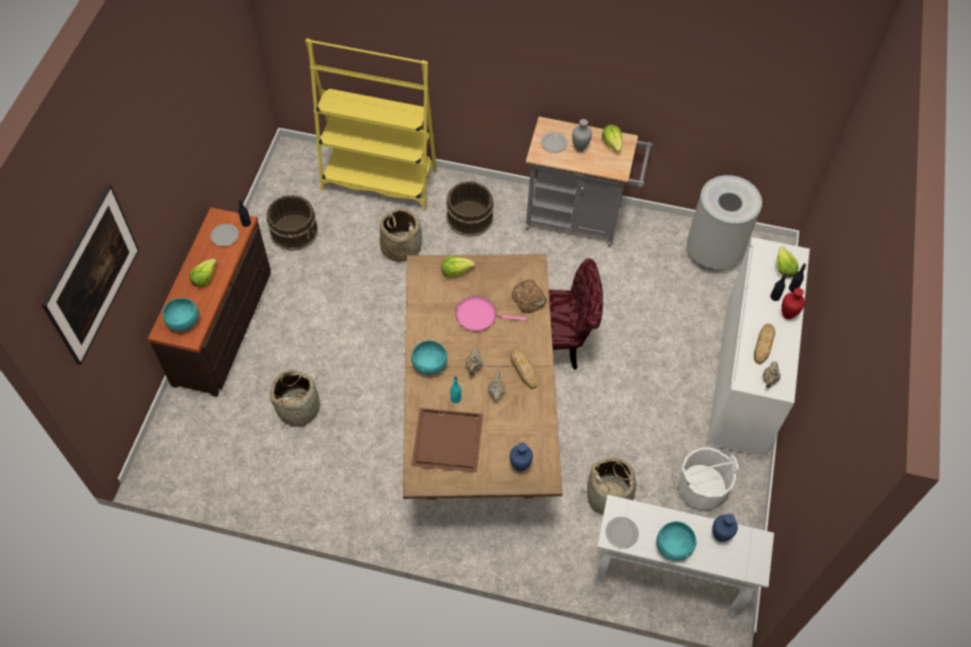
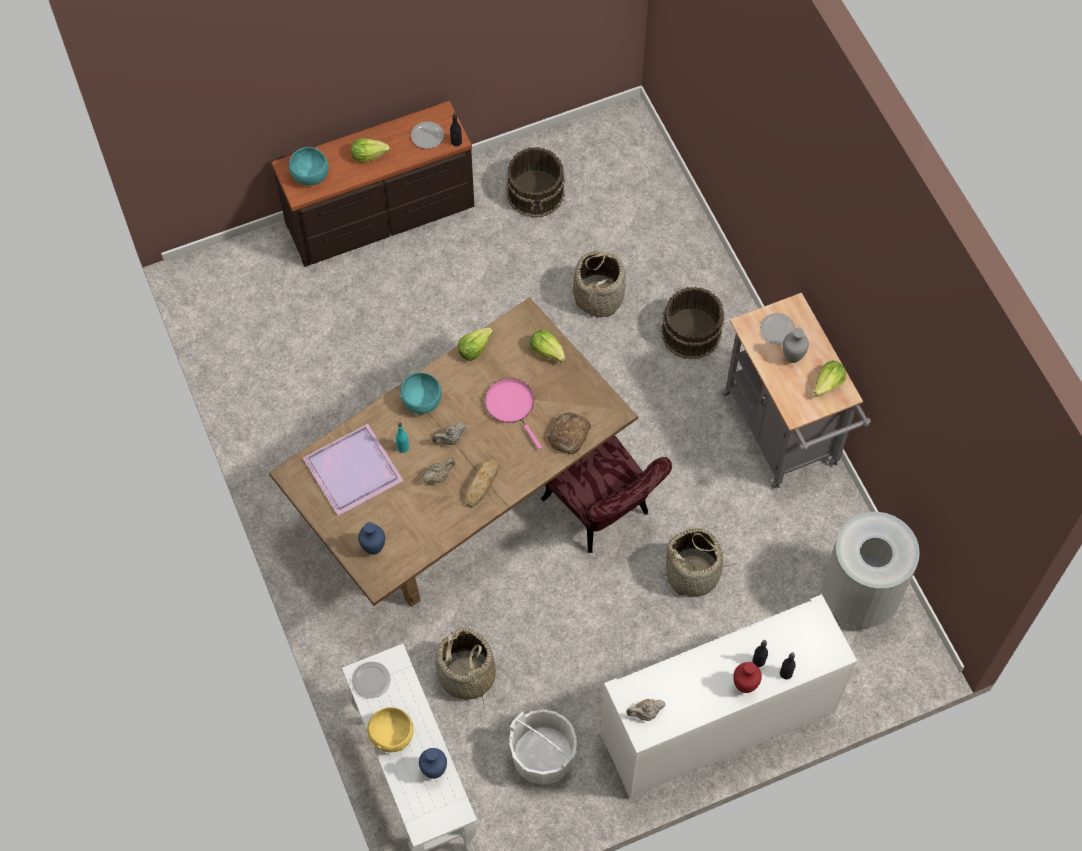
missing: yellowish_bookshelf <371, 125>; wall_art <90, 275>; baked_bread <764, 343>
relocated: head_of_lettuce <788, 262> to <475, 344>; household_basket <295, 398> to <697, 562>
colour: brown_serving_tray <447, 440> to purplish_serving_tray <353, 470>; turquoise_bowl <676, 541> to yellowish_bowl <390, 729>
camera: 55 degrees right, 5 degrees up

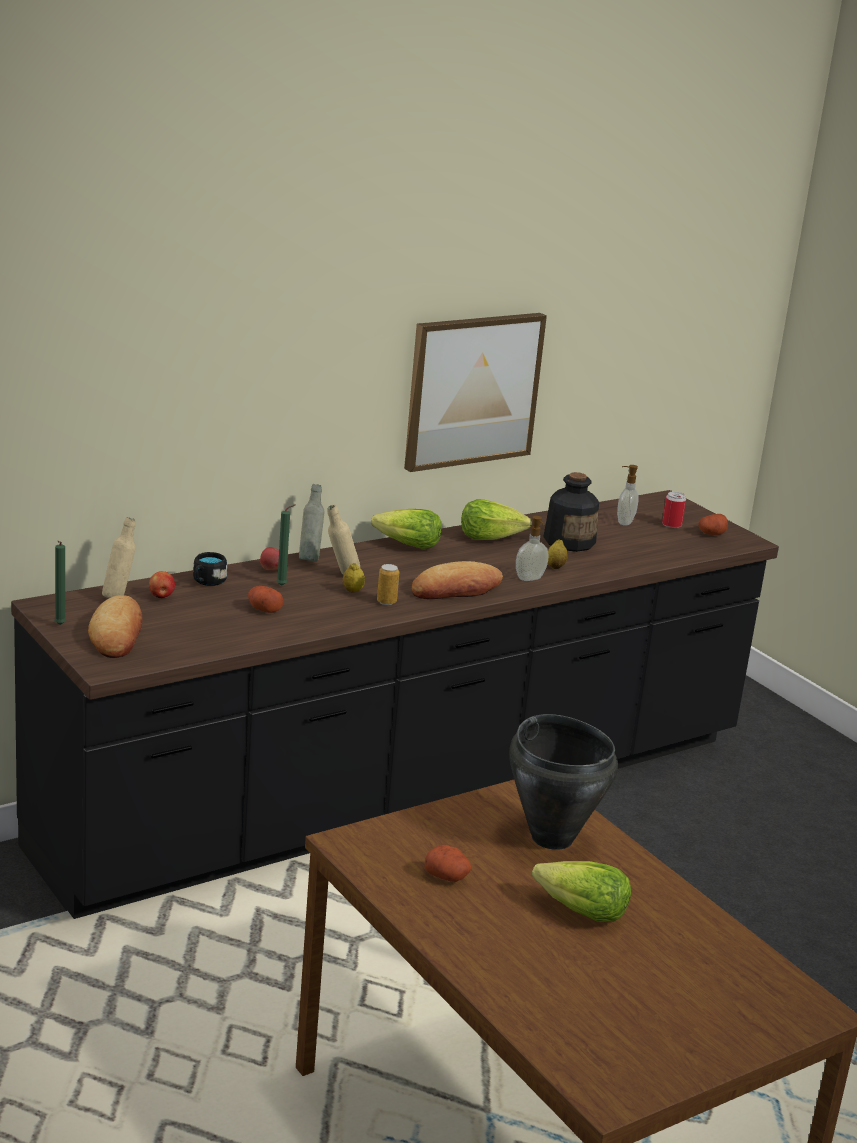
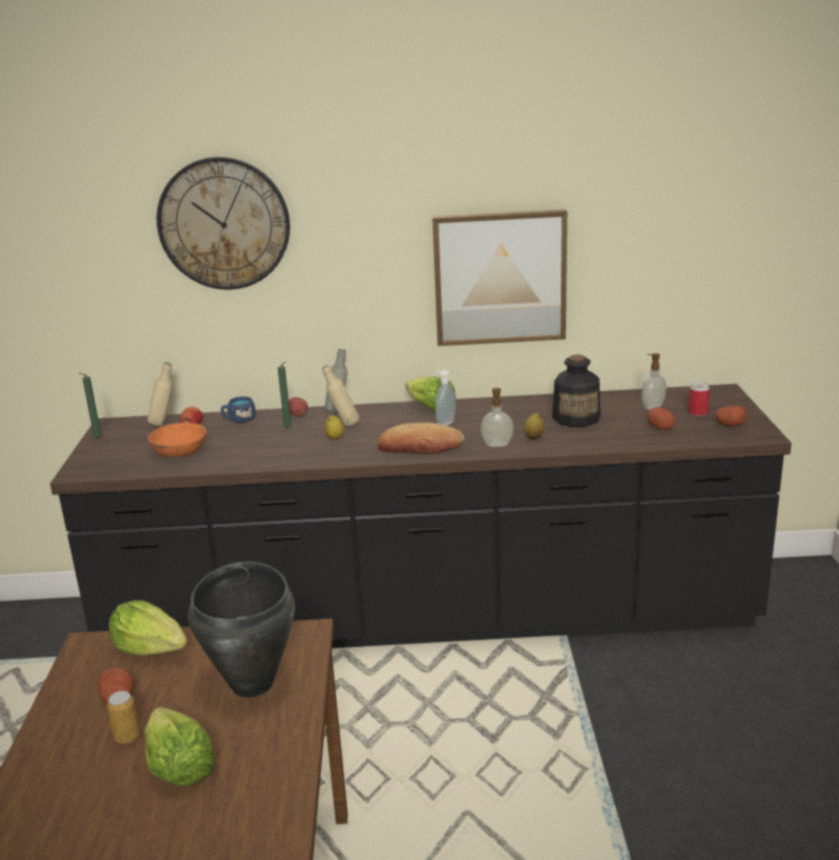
missing: baked_bread <115, 626>
appeared: clock_on_the_wall <223, 223>; soap_dispenser <445, 398>; orange-coloured_bowl <177, 440>
relocated: head_of_lettuce <496, 519> to <148, 627>; can <388, 584> to <123, 717>; spud <265, 599> to <661, 418>
colour: black_mug <210, 569> to blue-coloured_mug <238, 409>
camera: 35 degrees right, 0 degrees up

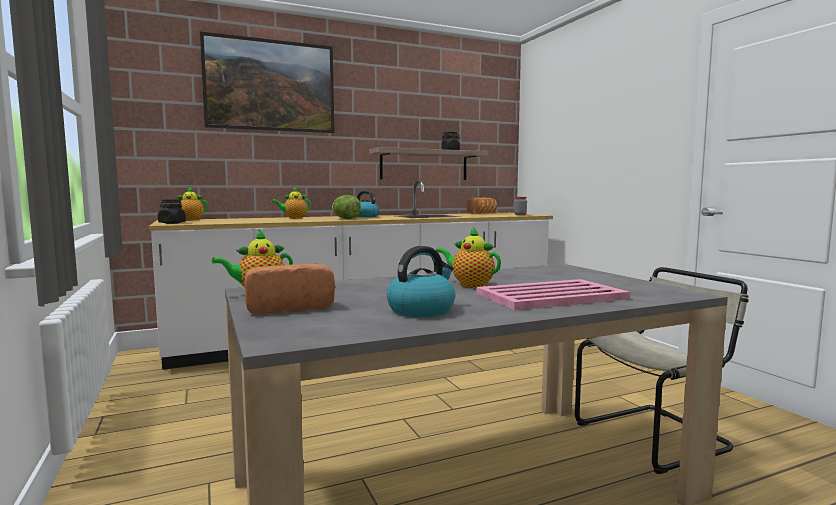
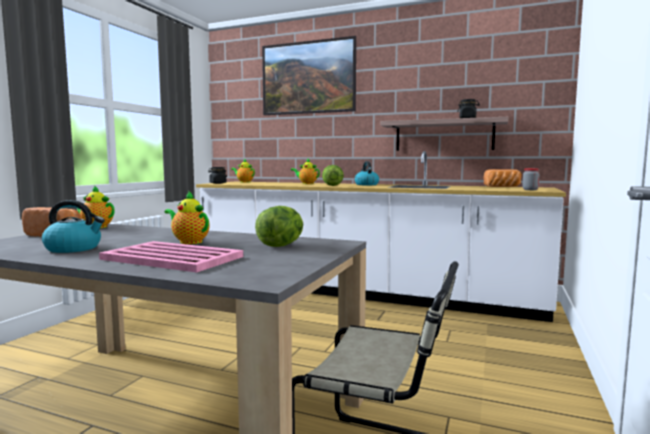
appeared: head_of_lettuce <279, 226>
spun: tea_pot <468, 257> = <187, 217> 45 degrees counterclockwise
camera: 45 degrees right, 0 degrees up

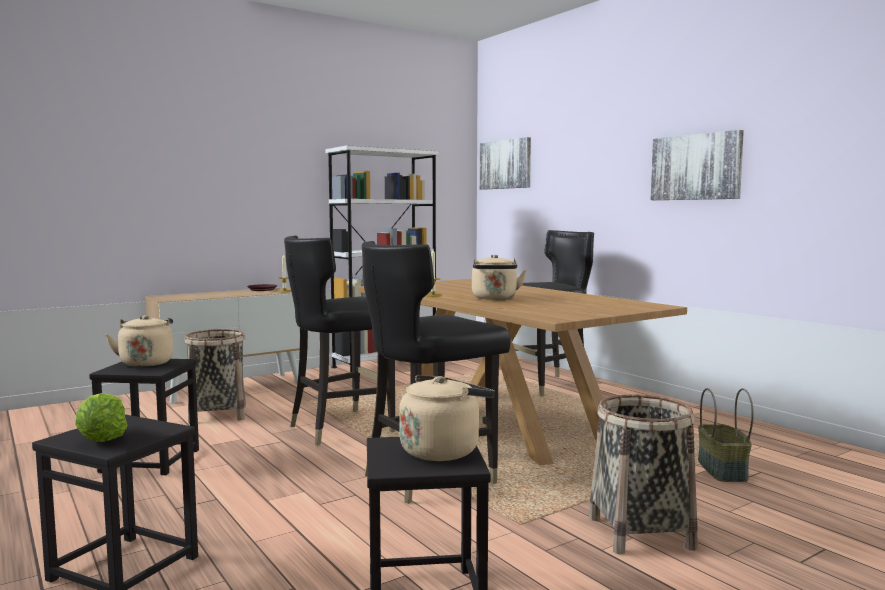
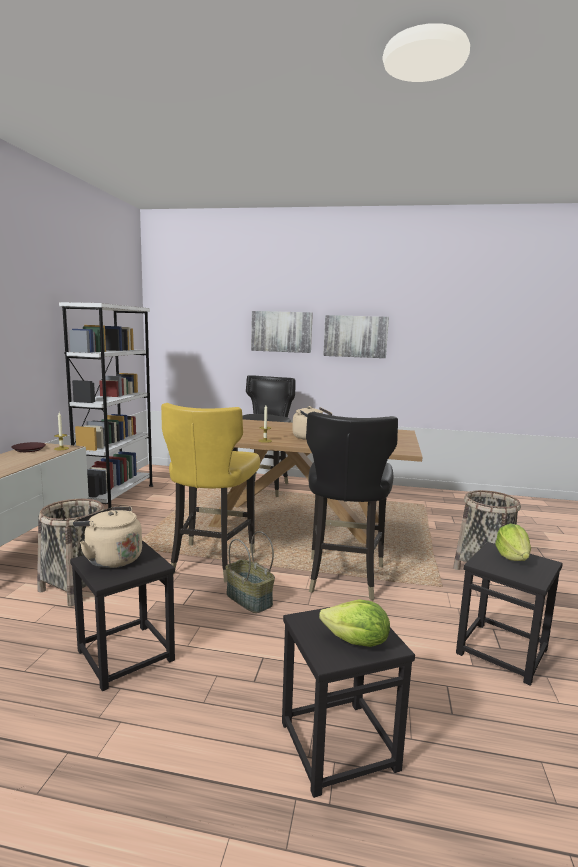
relocated: wall_art <505, 163> to <282, 332>; household_basket <726, 435> to <250, 572>
exchanged: sand-coloured_tea_kettle <447, 418> to head_of_lettuce <513, 542>
colour: black_upright_chair <339, 340> to yellowish_upright_chair <210, 492>
camera: 45 degrees left, 5 degrees up

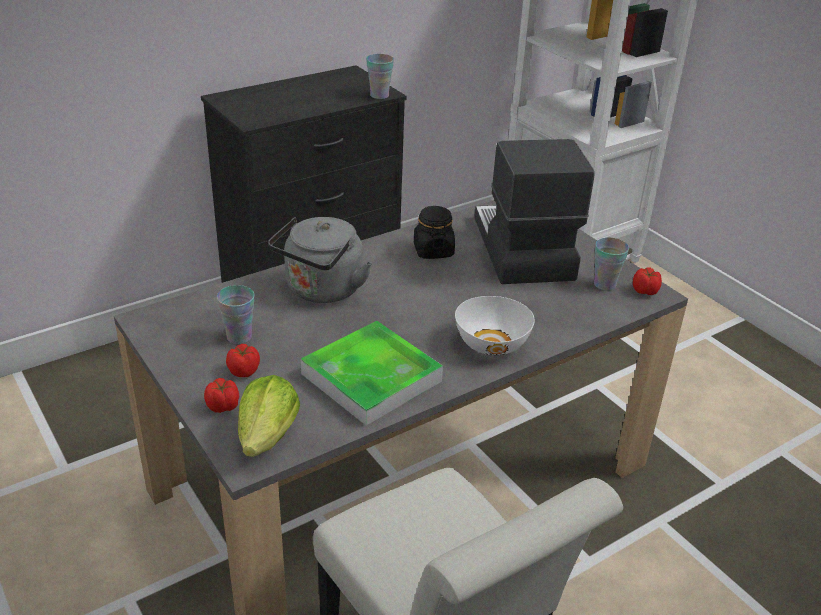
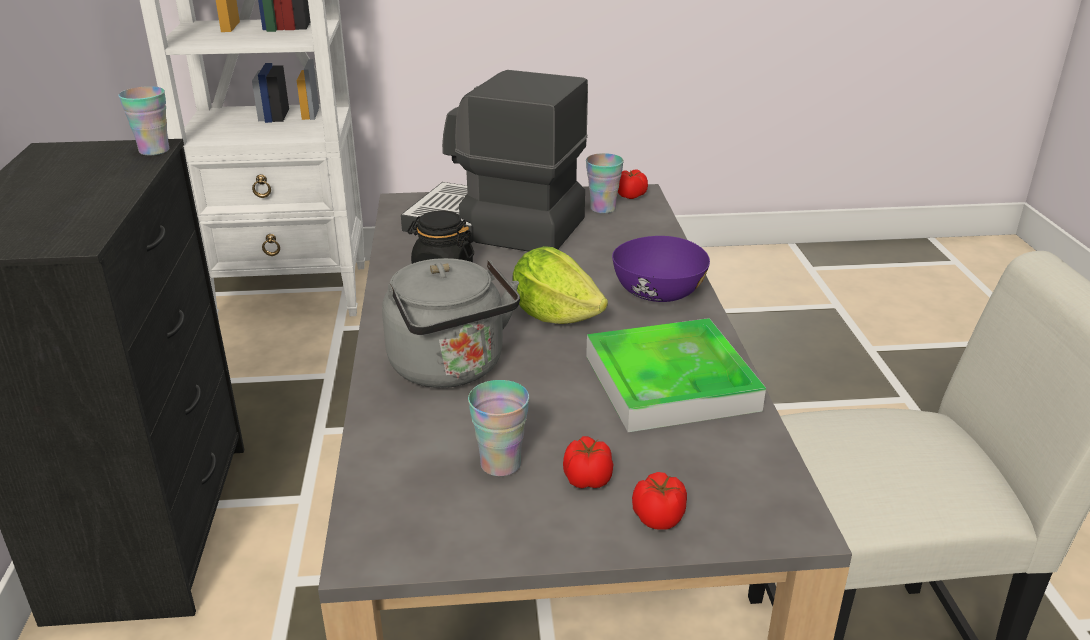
relocated: head_of_lettuce <269, 416> to <560, 285>
colour: white-coloured_bowl <495, 325> to purplish_bowl <661, 269>
camera: 60 degrees left, 5 degrees down

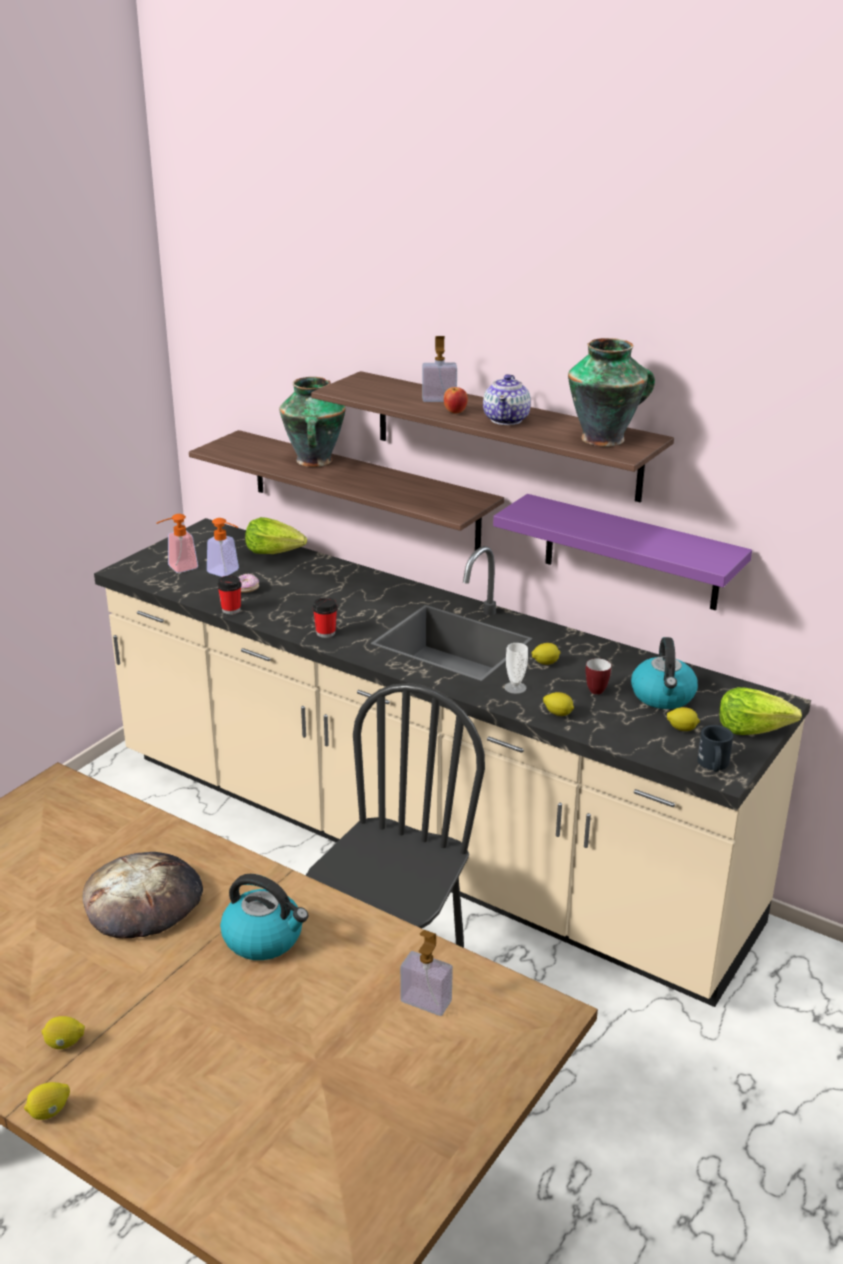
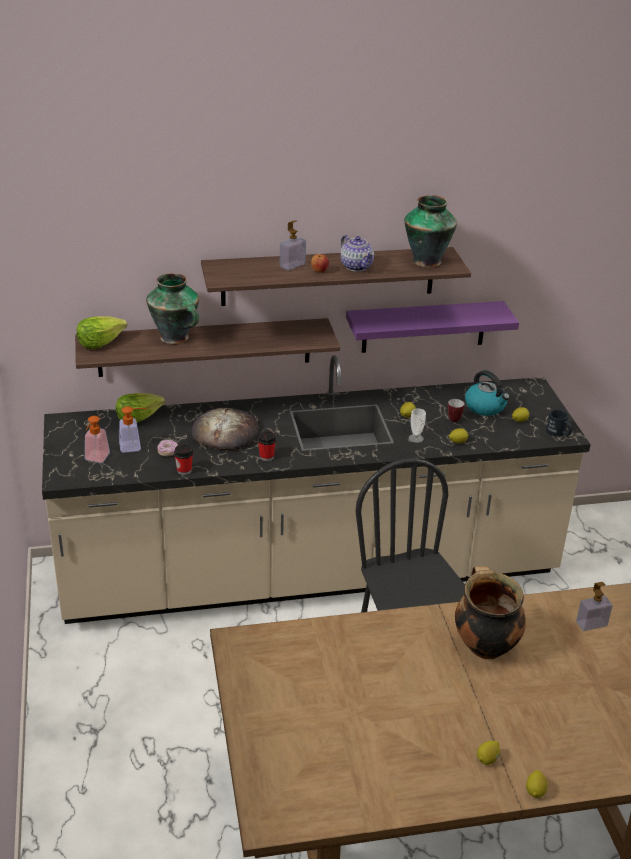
relocated: head_of_lettuce <760, 711> to <102, 332>; baked_bread <143, 895> to <225, 429>
exchanged: tea_kettle <264, 917> to cooking_pot <490, 612>
camera: 45 degrees left, 5 degrees up

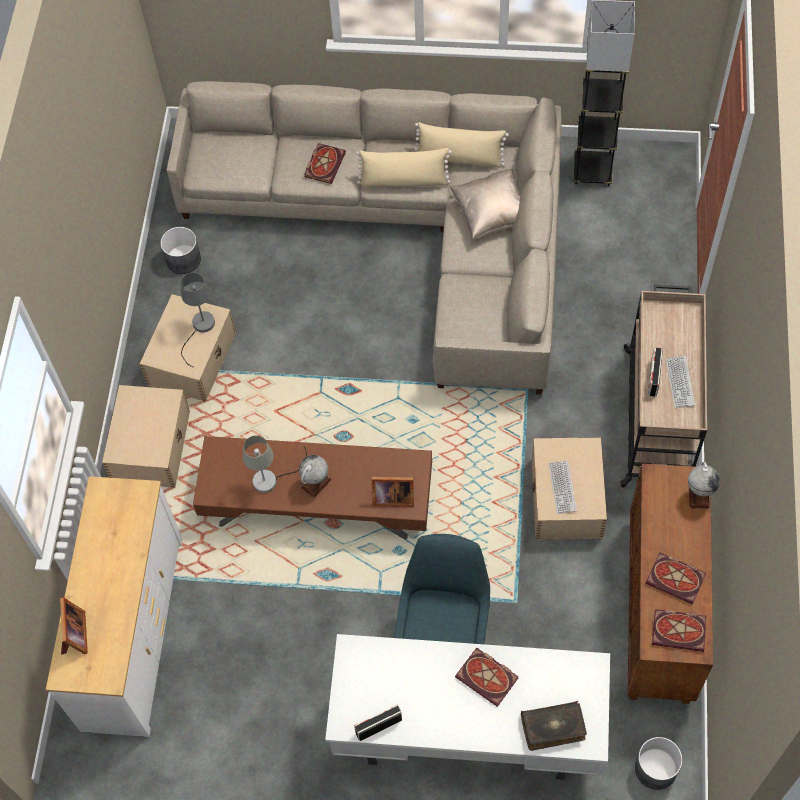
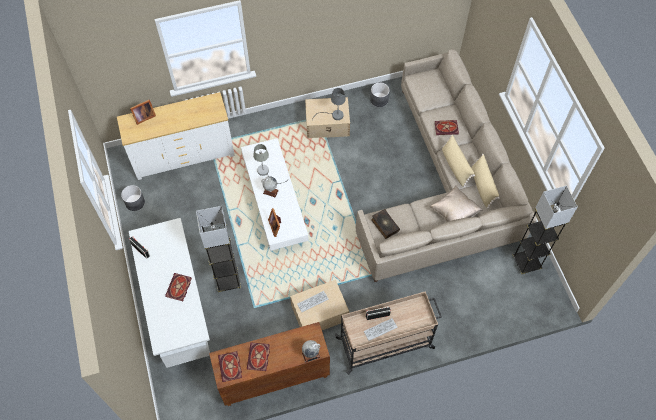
missing: sand-coloured_storage_bin <146, 436>
relocated: volume <554, 726> to <385, 224>; grey_flower_pot <659, 763> to <133, 198>
exchanged: blue-coloured_upright_chair <442, 589> to grey_standard_lamp <218, 249>
colour: brown_low_table <312, 487> to white-coloured_low_table <275, 194>
camera: 65 degrees right, 0 degrees up

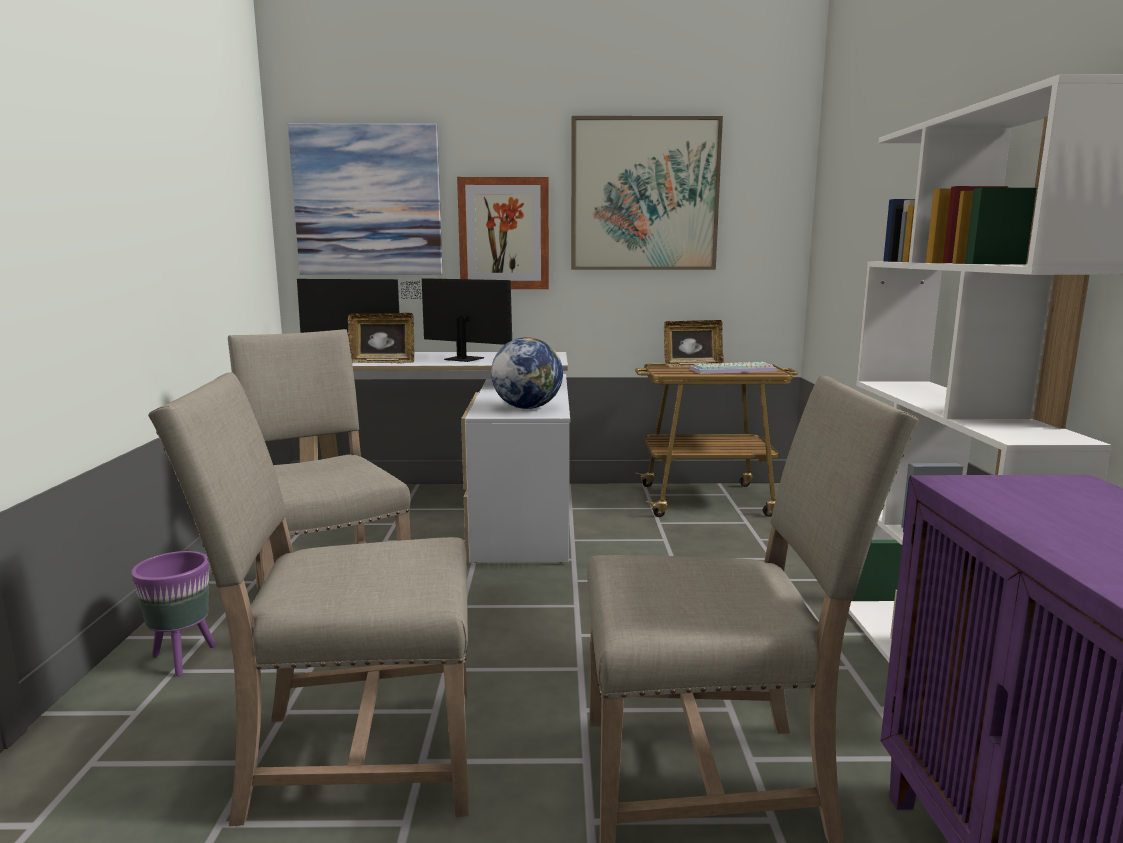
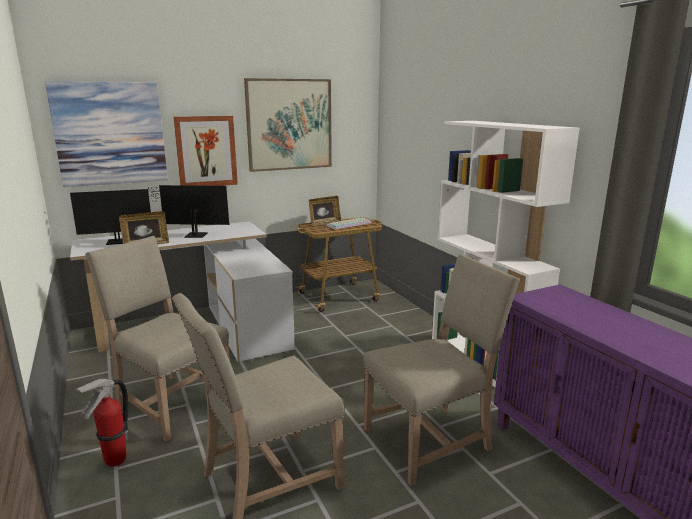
missing: globe <527, 373>
exchanged: purplish_flower_pot <173, 613> to extinguisher <101, 422>
camera: 25 degrees left, 5 degrees up

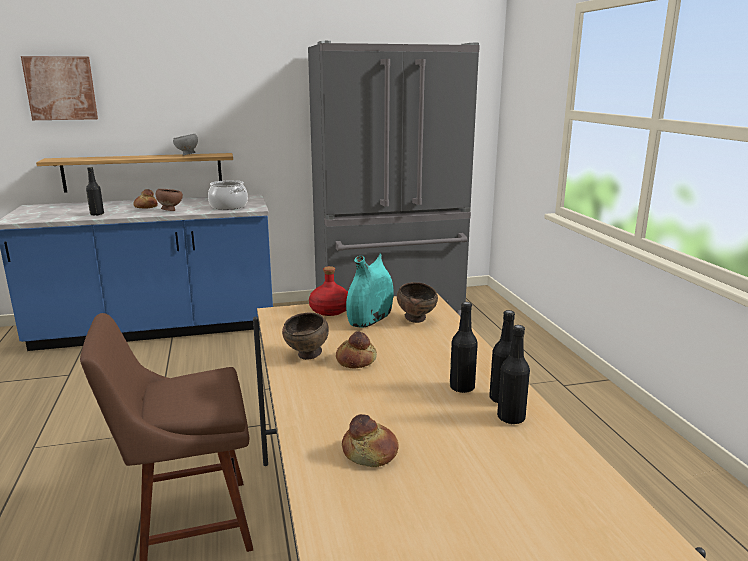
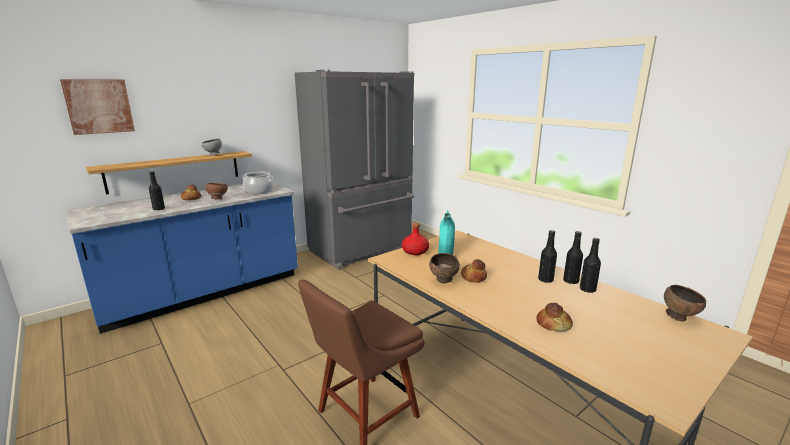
relocated: brown_bowl <417, 302> to <685, 303>
camera: 25 degrees left, 0 degrees up

